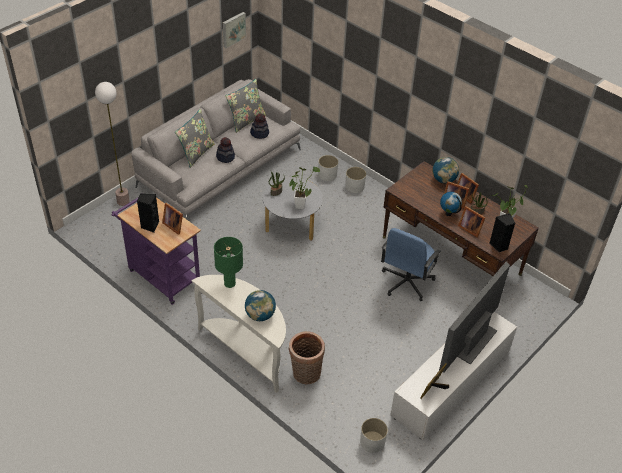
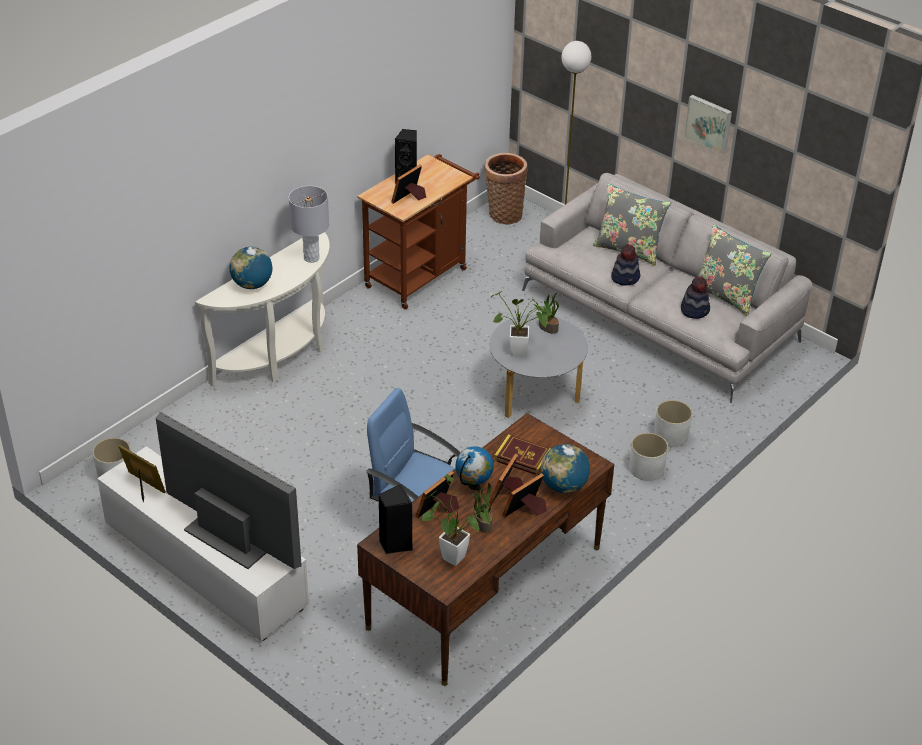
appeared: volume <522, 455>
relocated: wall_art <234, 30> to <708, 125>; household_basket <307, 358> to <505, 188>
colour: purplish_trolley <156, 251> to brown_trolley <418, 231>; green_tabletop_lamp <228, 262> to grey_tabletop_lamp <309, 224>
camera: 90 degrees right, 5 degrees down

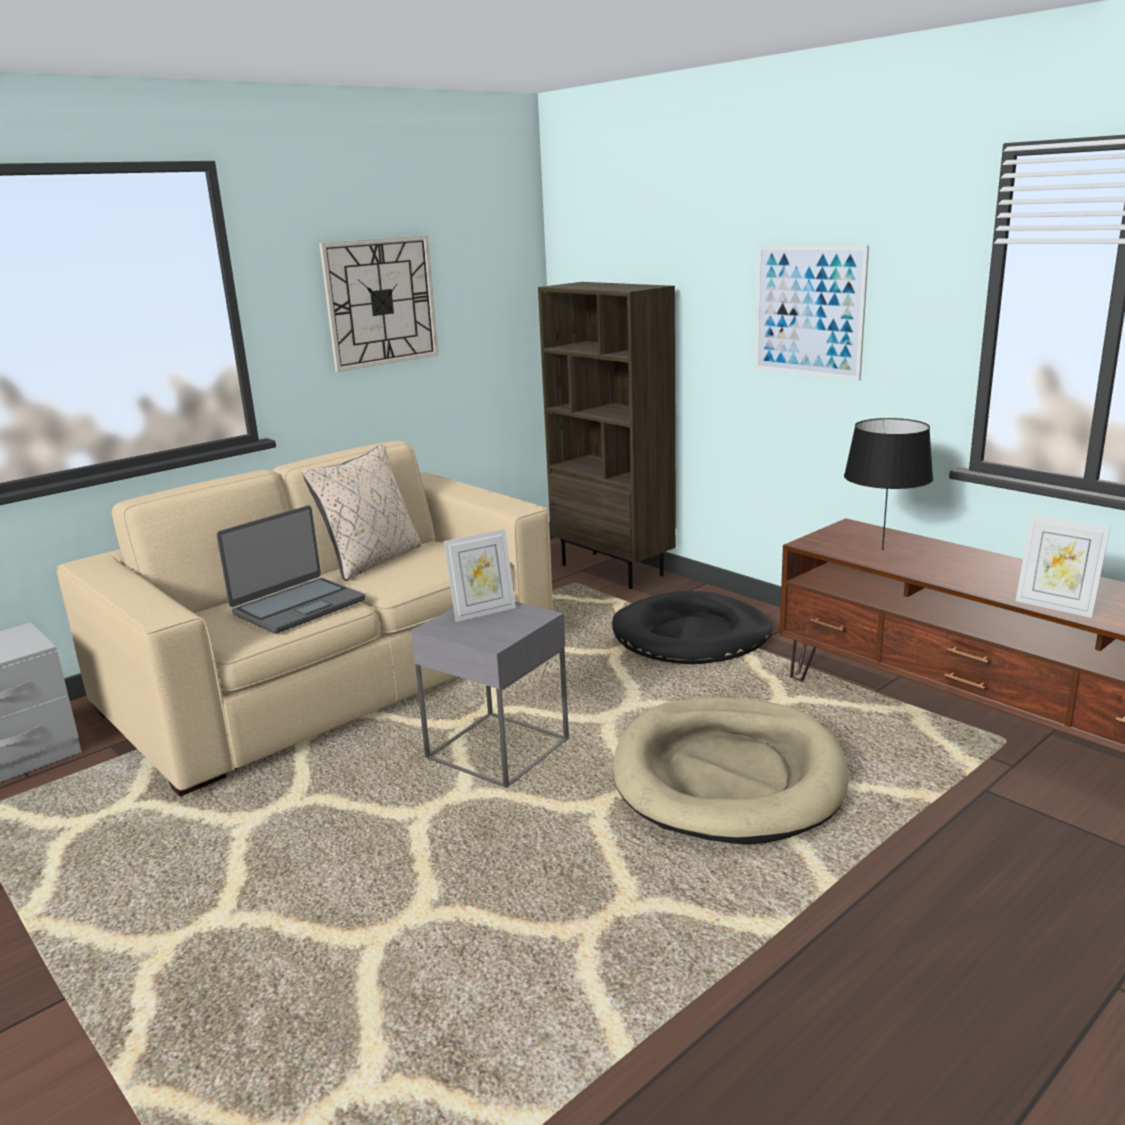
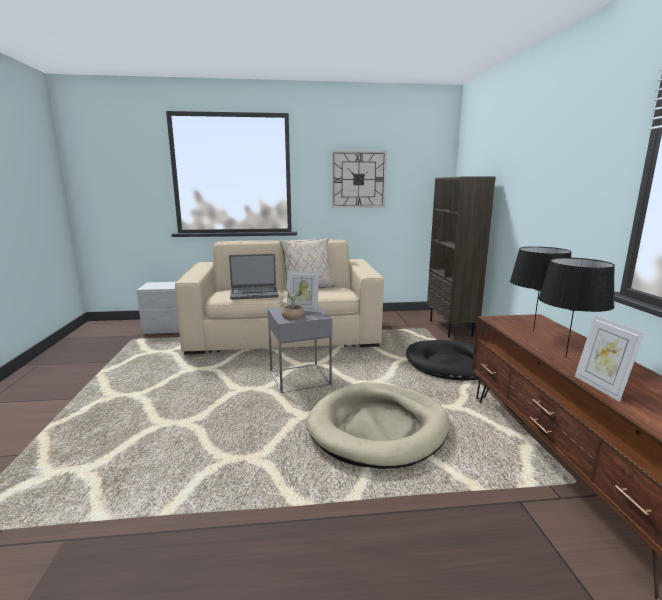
missing: wall_art <812, 313>
appeared: black_tabletop_lamp <576, 308>; potted_plant <296, 298>
camera: 35 degrees right, 5 degrees down

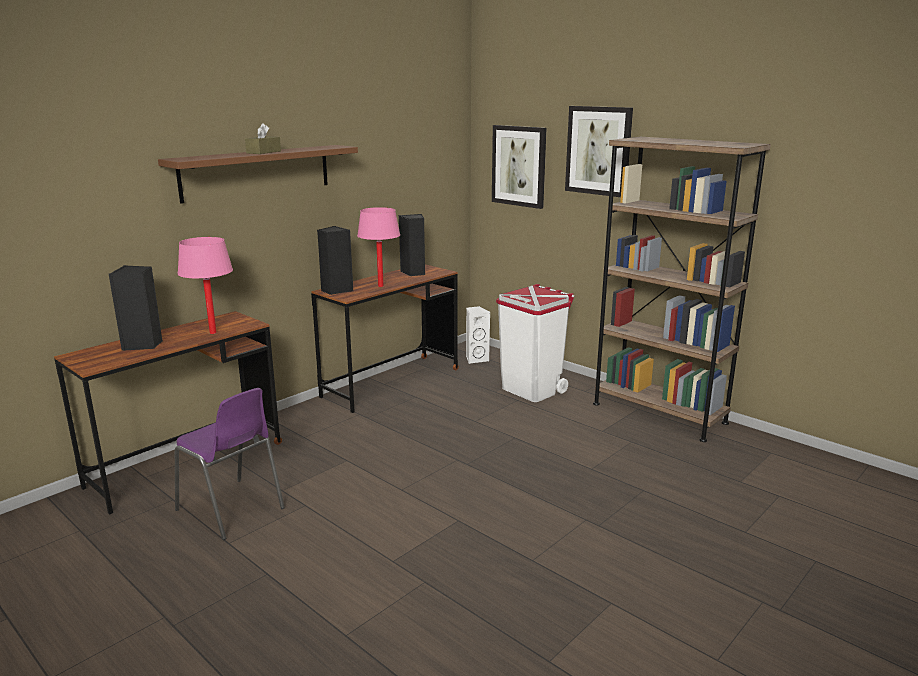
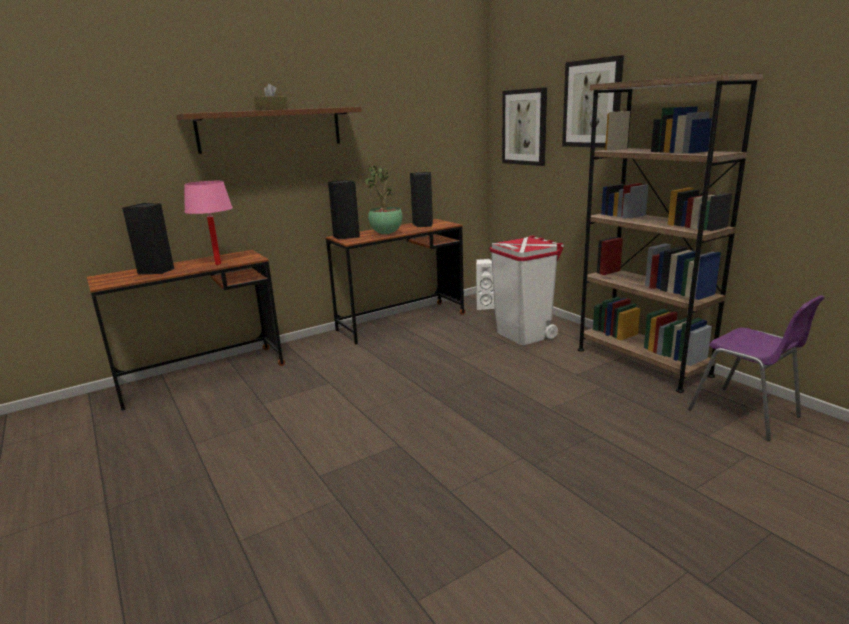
relocated: purplish_upright_chair <230, 464> to <756, 368>
exchanged: pink_tabletop_lamp <378, 247> to potted_plant <383, 200>
camera: 15 degrees right, 0 degrees up

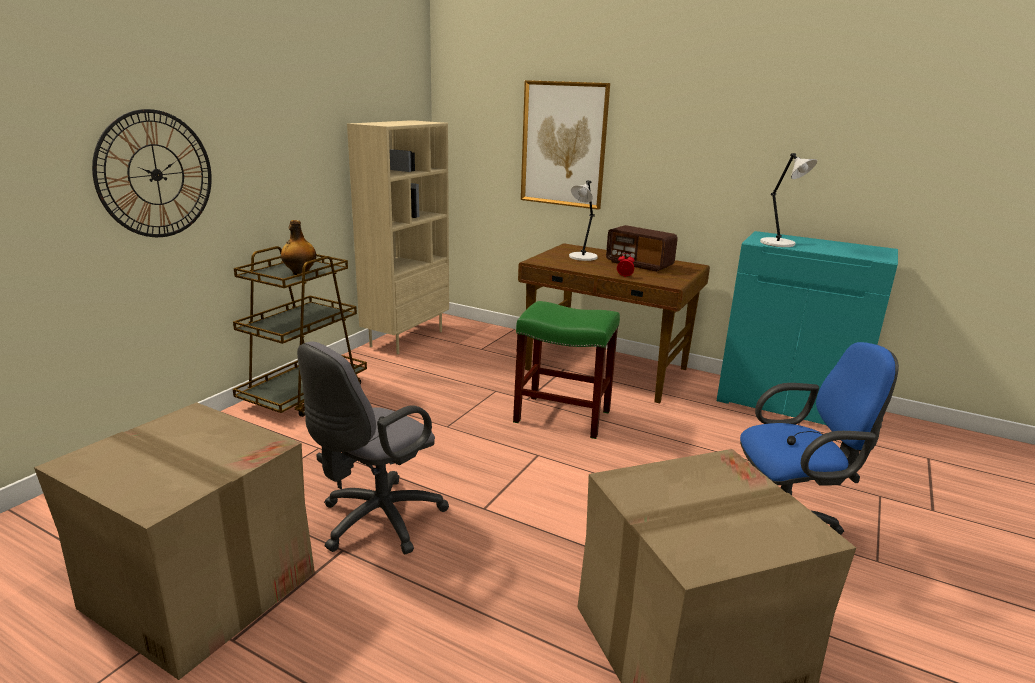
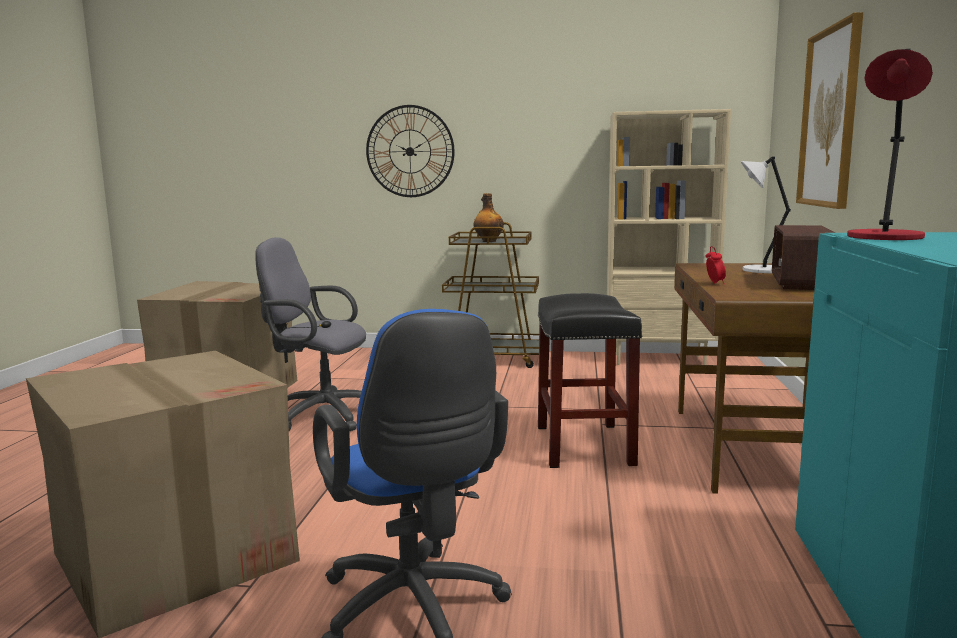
colour: white-coloured_tabletop_lamp <788, 200> to red-coloured_tabletop_lamp <890, 144>; green_stool <566, 370> to black_stool <590, 380>
camera: 70 degrees right, 10 degrees down

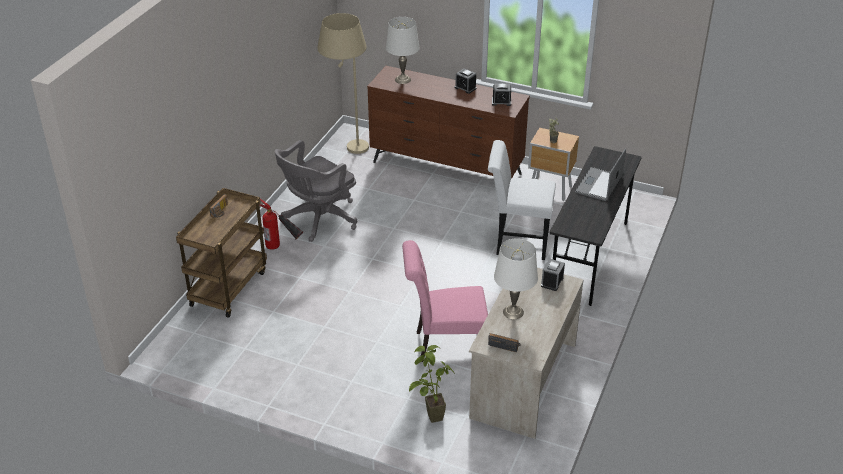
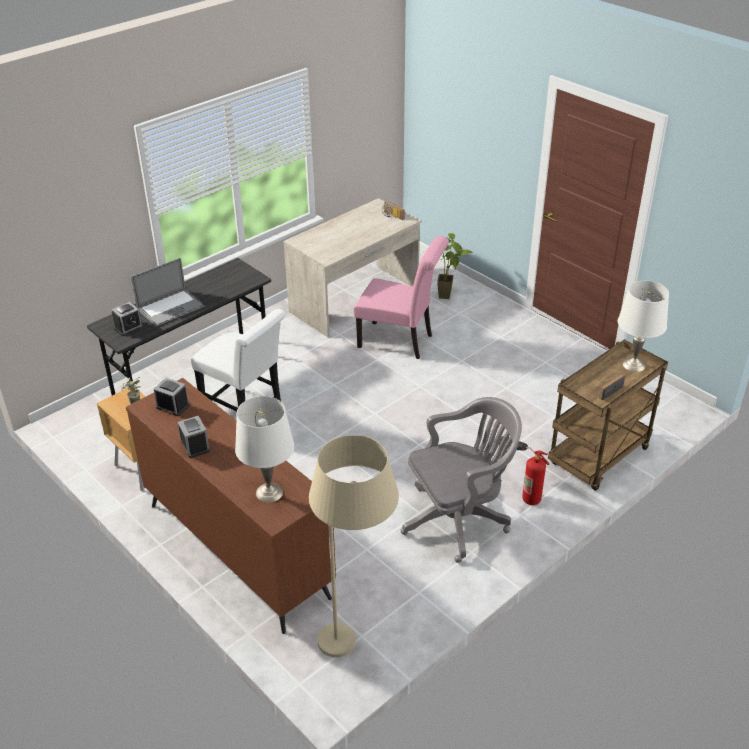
relocated: white-coloured_tabletop_lamp <516, 278> to <643, 326>; table_clock <553, 275> to <128, 319>
camera: 155 degrees left, 0 degrees up

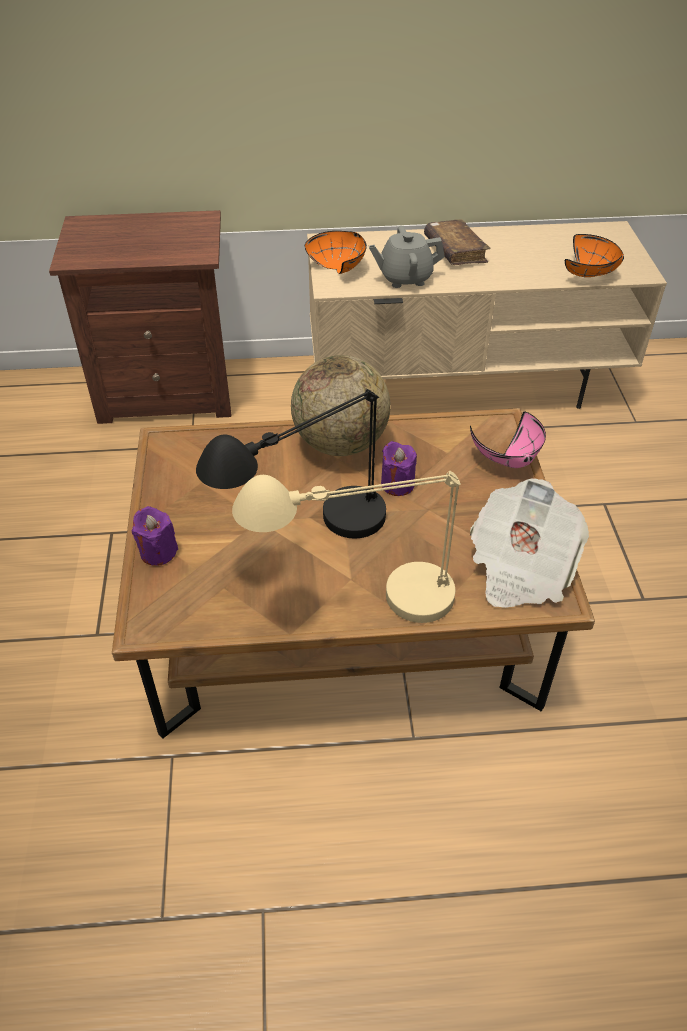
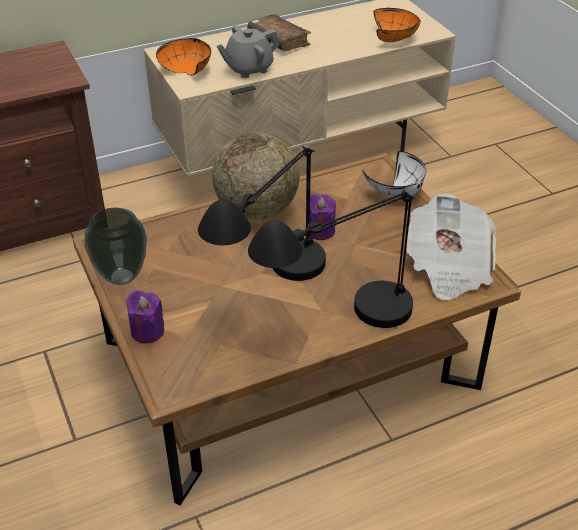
appeared: decorative_vase <115, 246>
colour: pink_bowl <508, 440> to white-coloured_bowl <394, 174>; sand-coloured_tabletop_lamp <346, 547> to black_tabletop_lamp <331, 259>
camera: 20 degrees left, 5 degrees down

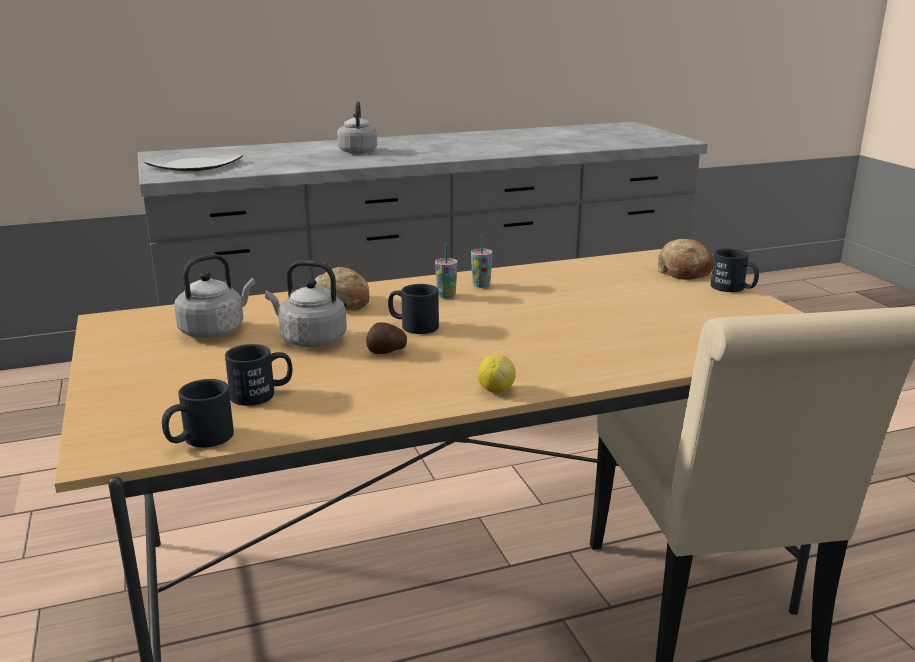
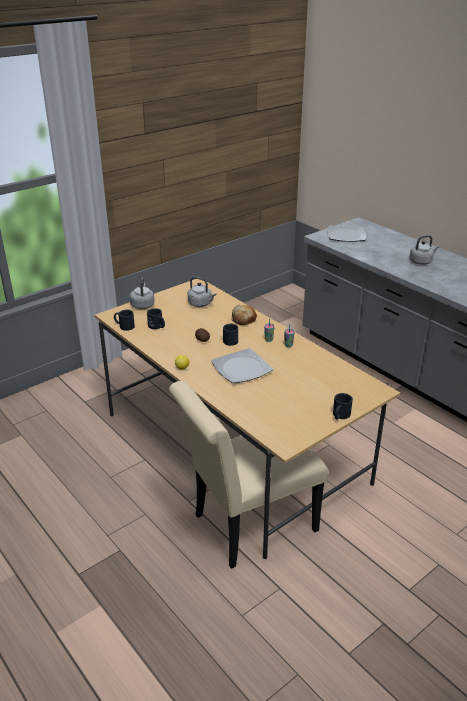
missing: baked_bread <685, 259>
appeared: flat_dish <242, 365>
relocated: grey_tea_kettle <306, 304> to <142, 293>
camera: 70 degrees right, 10 degrees up

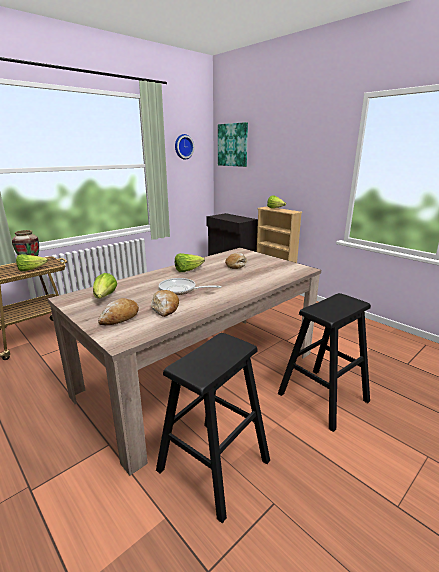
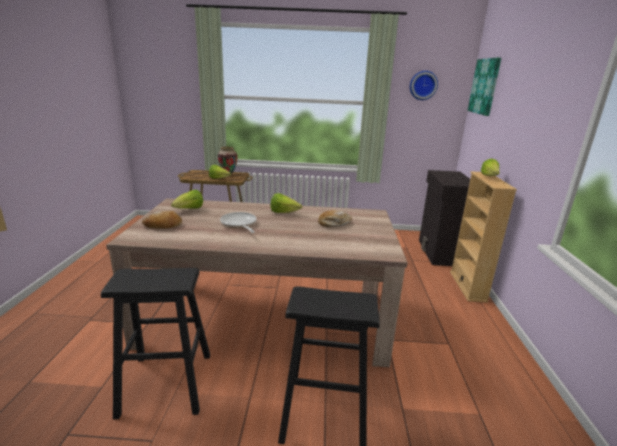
missing: baked_bread <165, 303>
camera: 45 degrees right, 0 degrees up

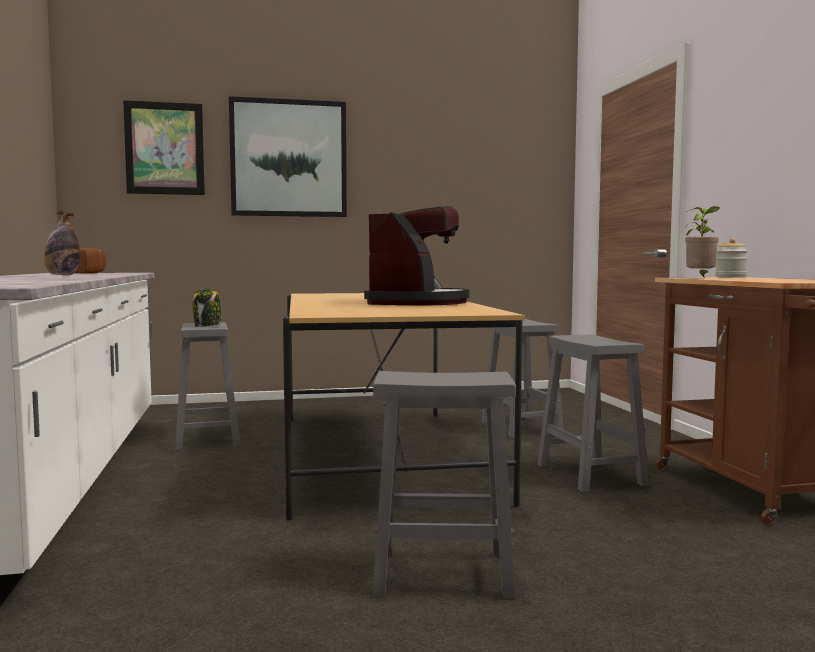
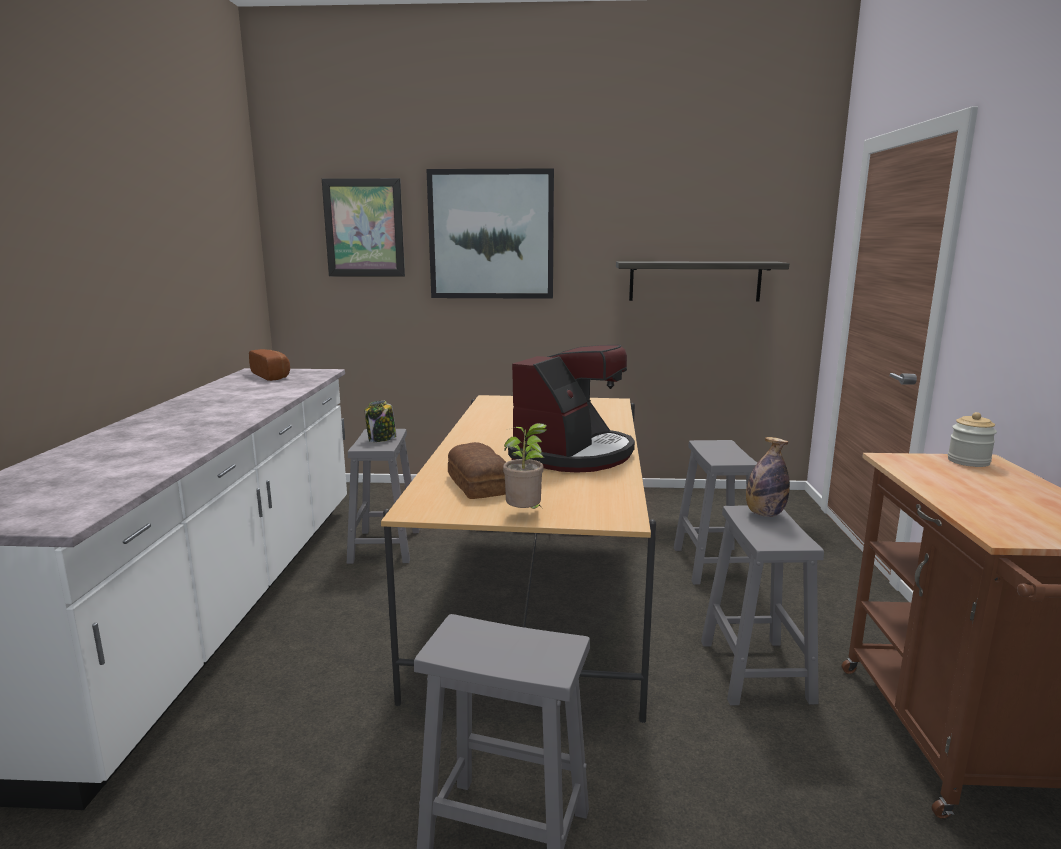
appeared: wall_shelf <702, 281>; baked_bread <477, 470>
relocated: potted_plant <702, 242> to <525, 466>; bottle <62, 242> to <768, 477>
camera: 15 degrees right, 10 degrees up

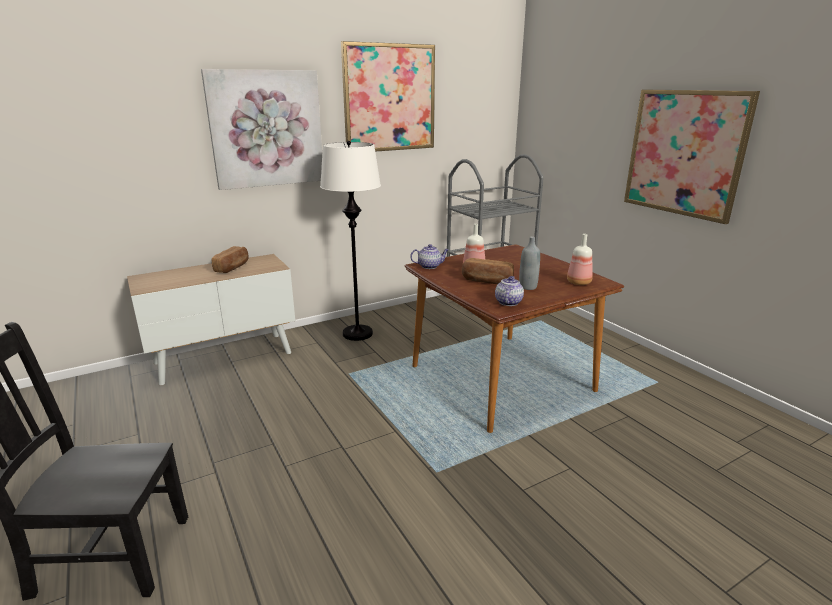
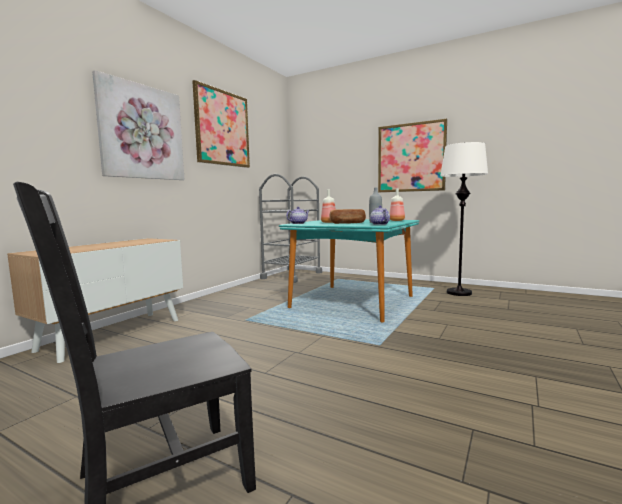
missing: baked_bread <230, 259>
relocated: white-coloured_standard_lamp <350, 241> to <464, 219>
colour: brown_dining_table <514, 338> to turquoise_dining_table <349, 271>
camera: 30 degrees left, 15 degrees down

